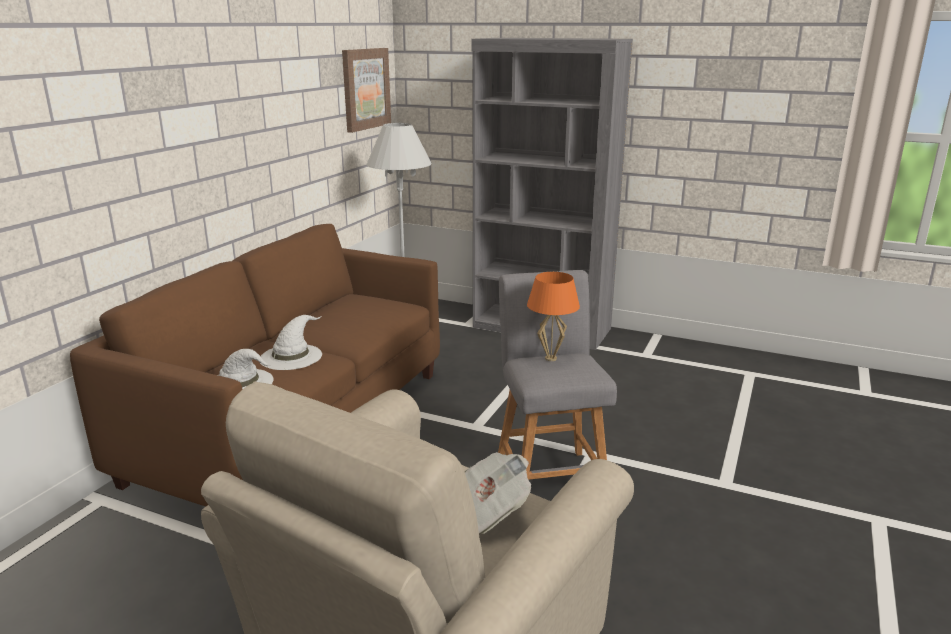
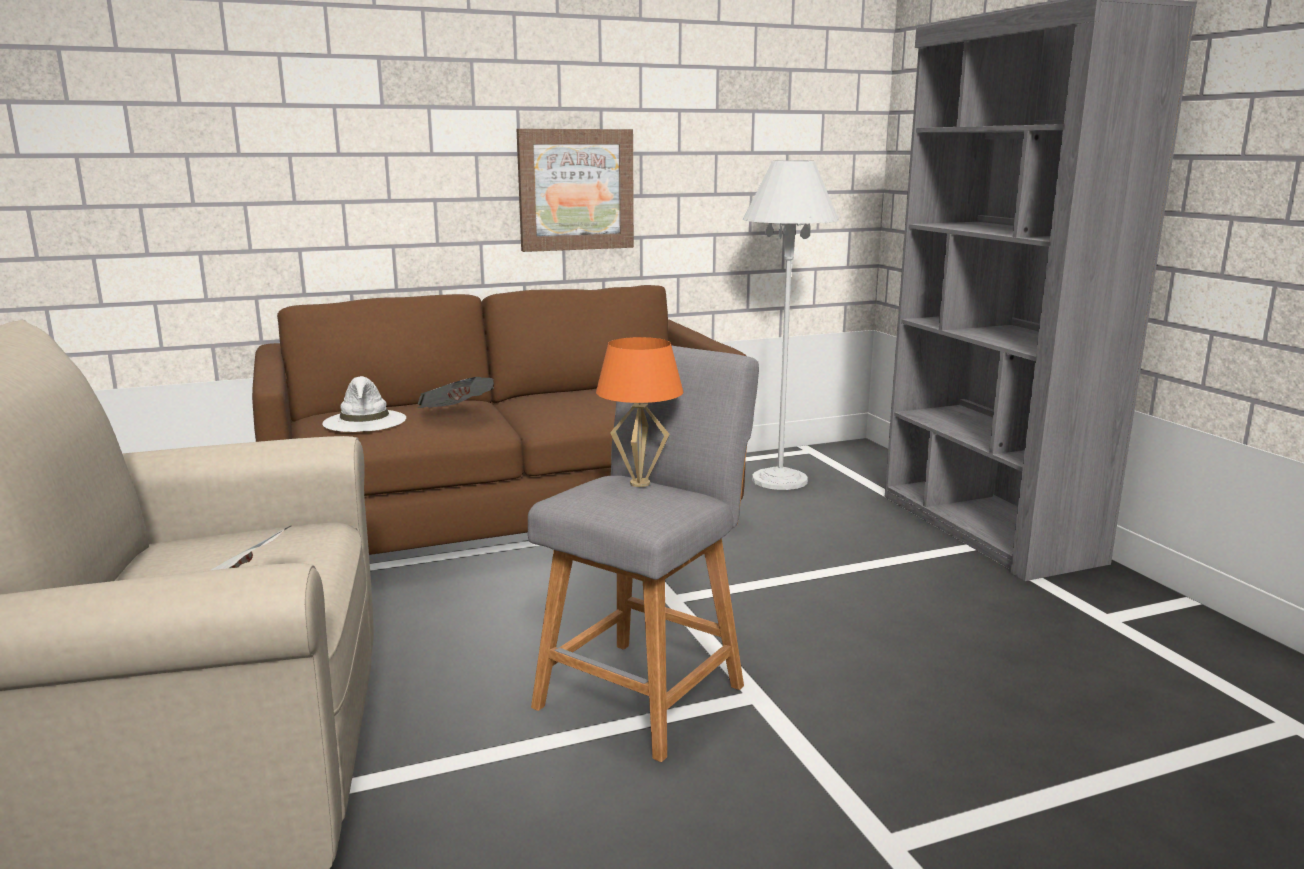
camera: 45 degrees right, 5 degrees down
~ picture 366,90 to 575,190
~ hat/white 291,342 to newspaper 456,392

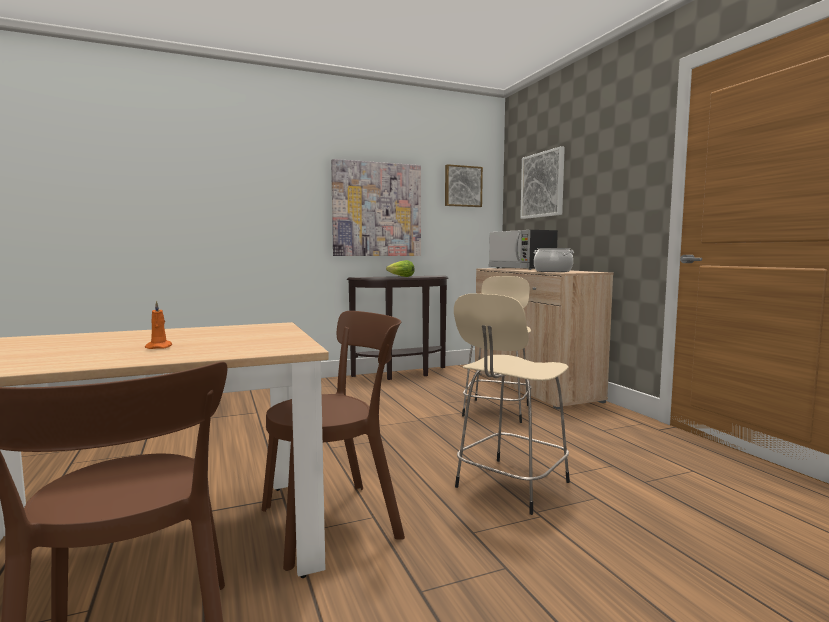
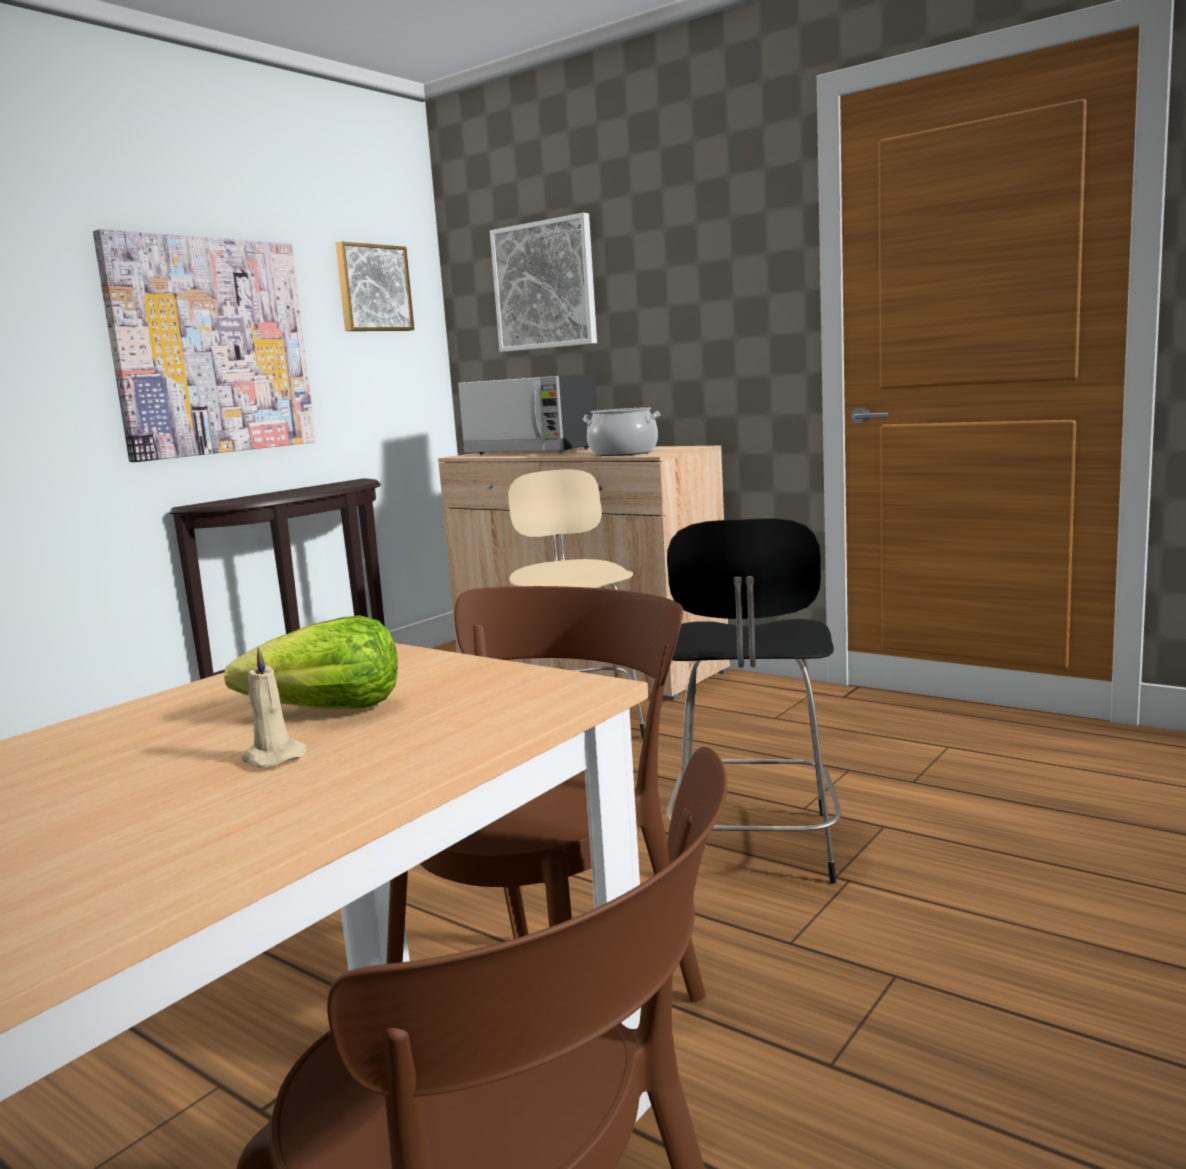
camera: 30 degrees left, 5 degrees up
~ lettuce 400,268 to 311,662
~ candle/orange 158,325 to candle/beige 273,706
~ stool/beige 512,404 to stool/black 754,700

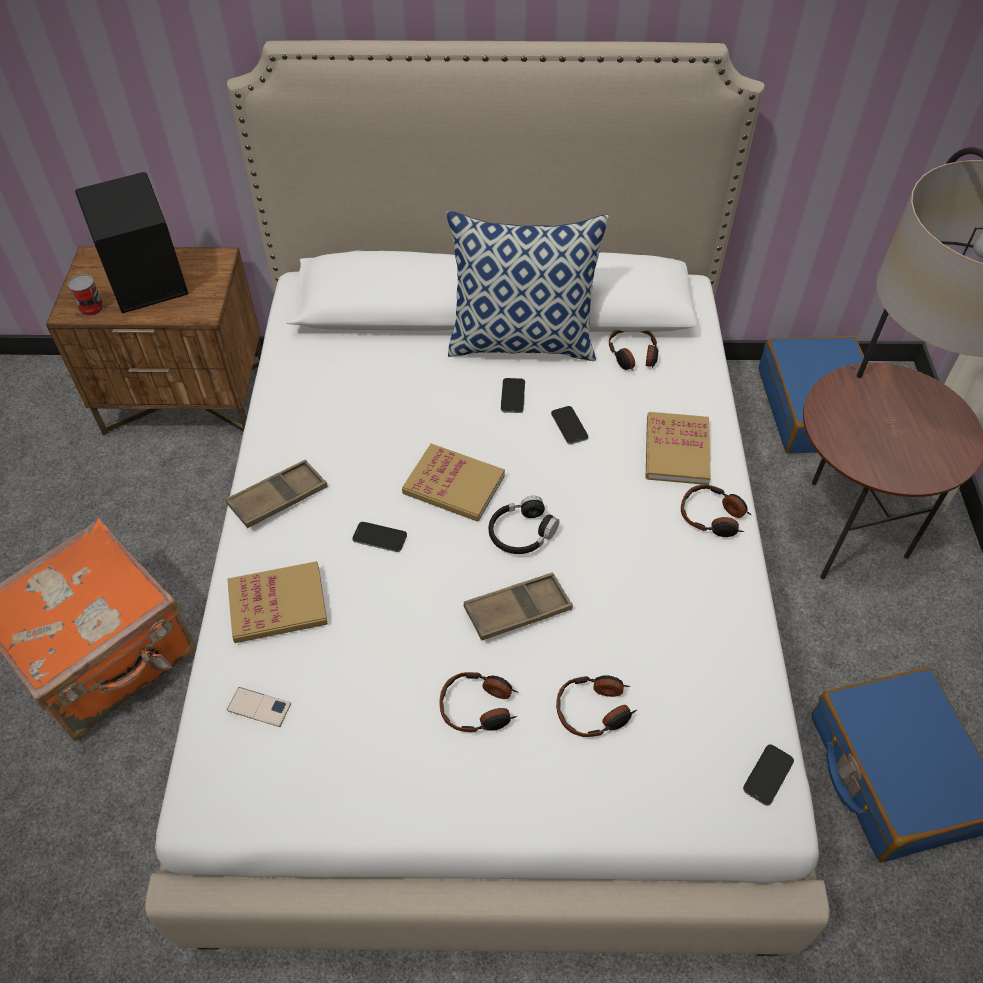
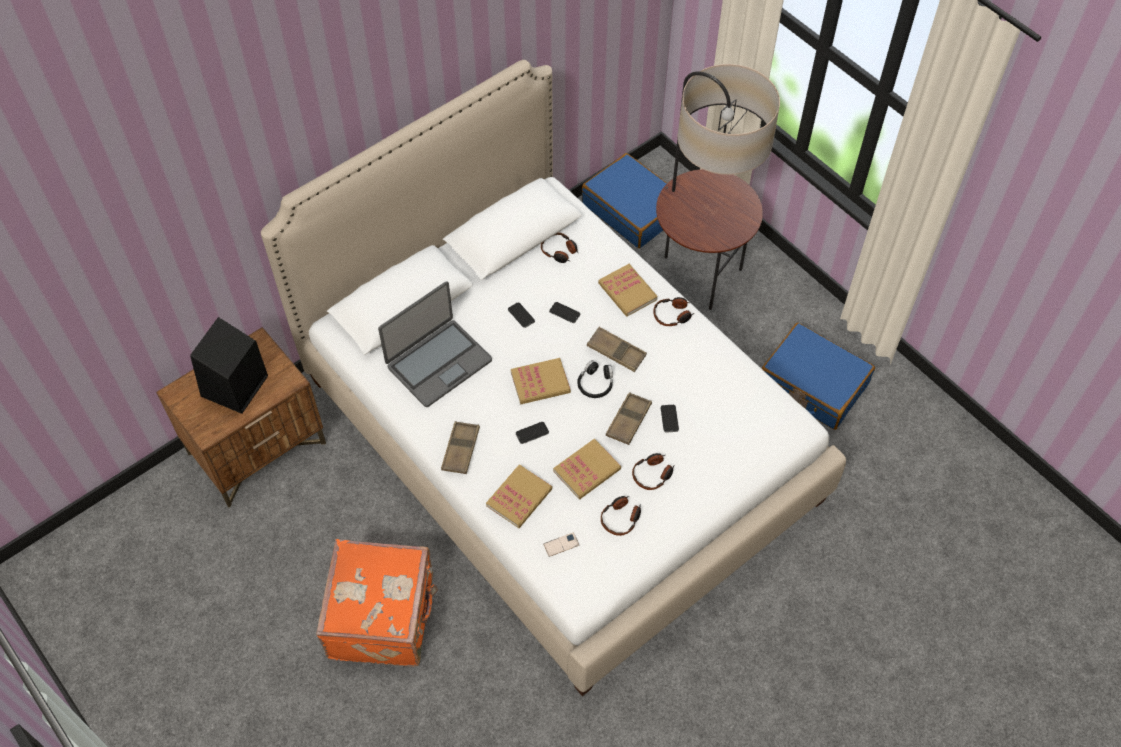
camera: 40 degrees left, 5 degrees up
- can 86,295
- pillow 528,286
+ laptop 435,344
+ book 587,468
+ tray/brown 617,349
~ headphones 596,706 to 621,516
~ phone 768,775 to 670,418

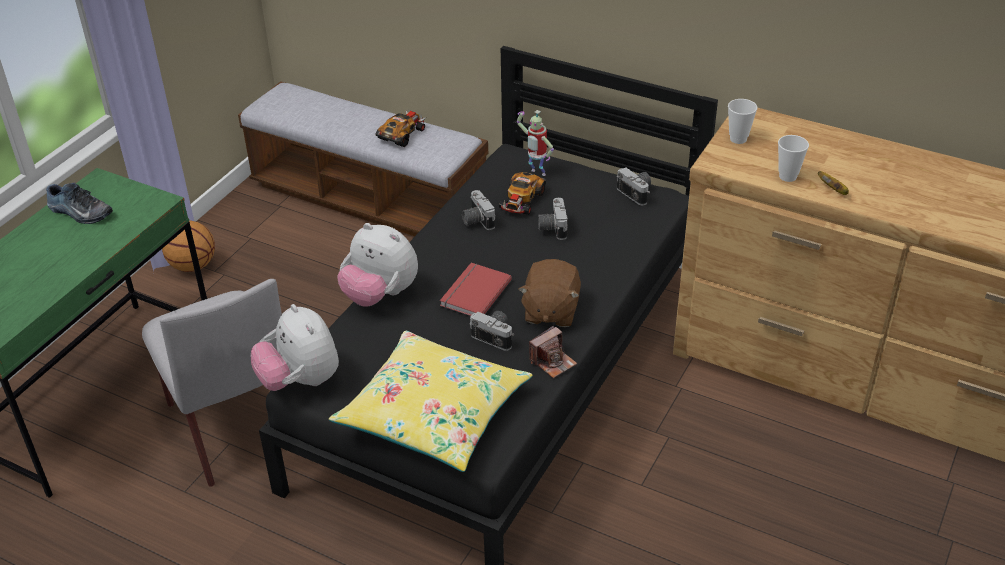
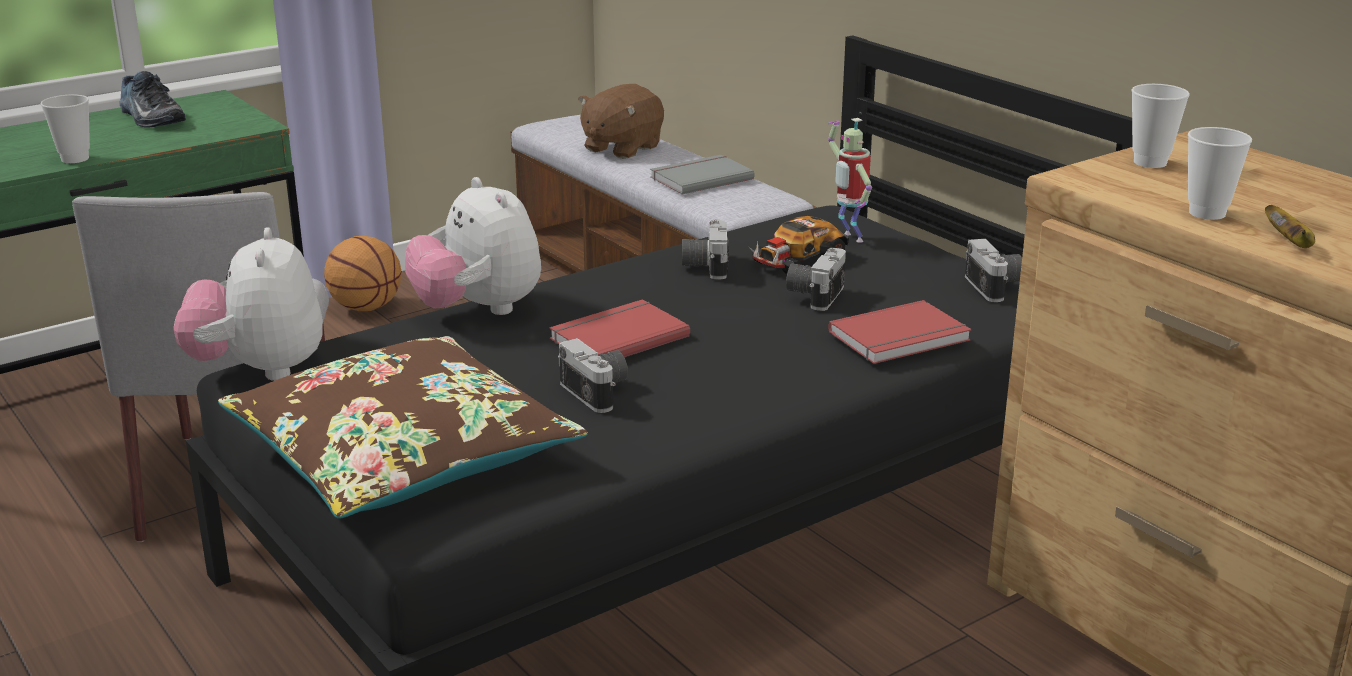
camera: 25 degrees right, 15 degrees down
- photo camera 553,352
+ cup 65,128
+ book/red 899,332
~ plush toy/brown 549,293 to 621,121
~ toy car 400,128 to book/grey 702,174
~ pillow/yellow 431,401 to pillow/brown 403,427

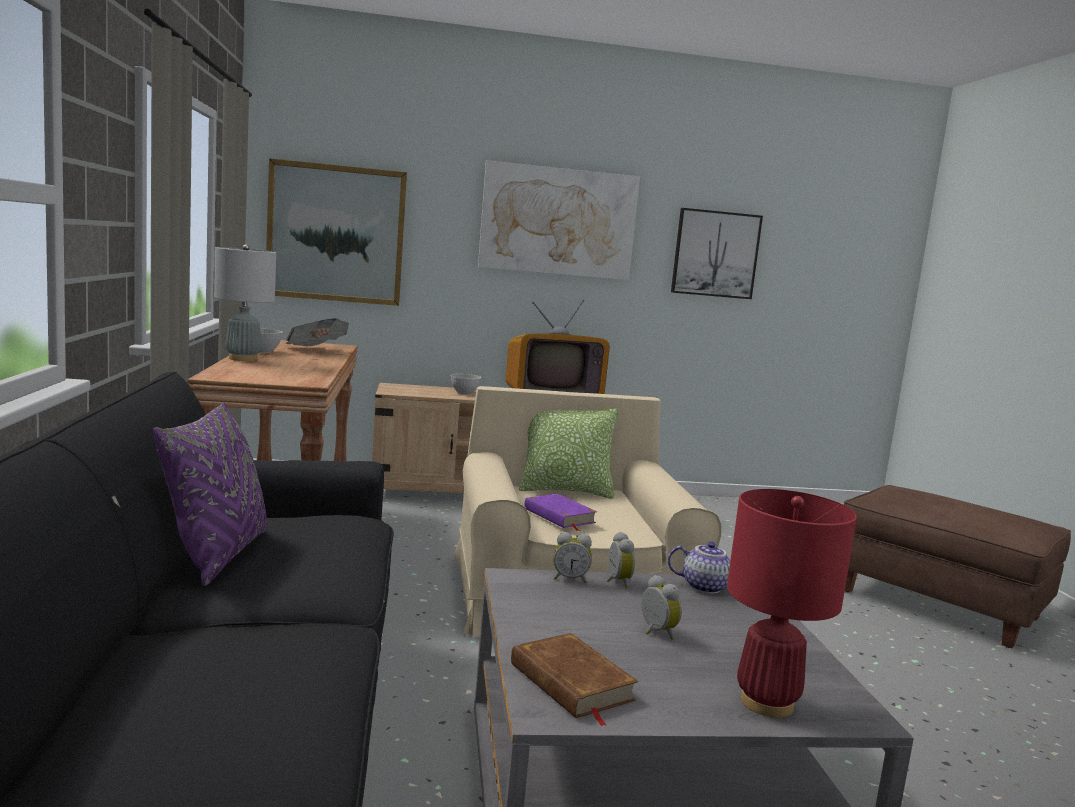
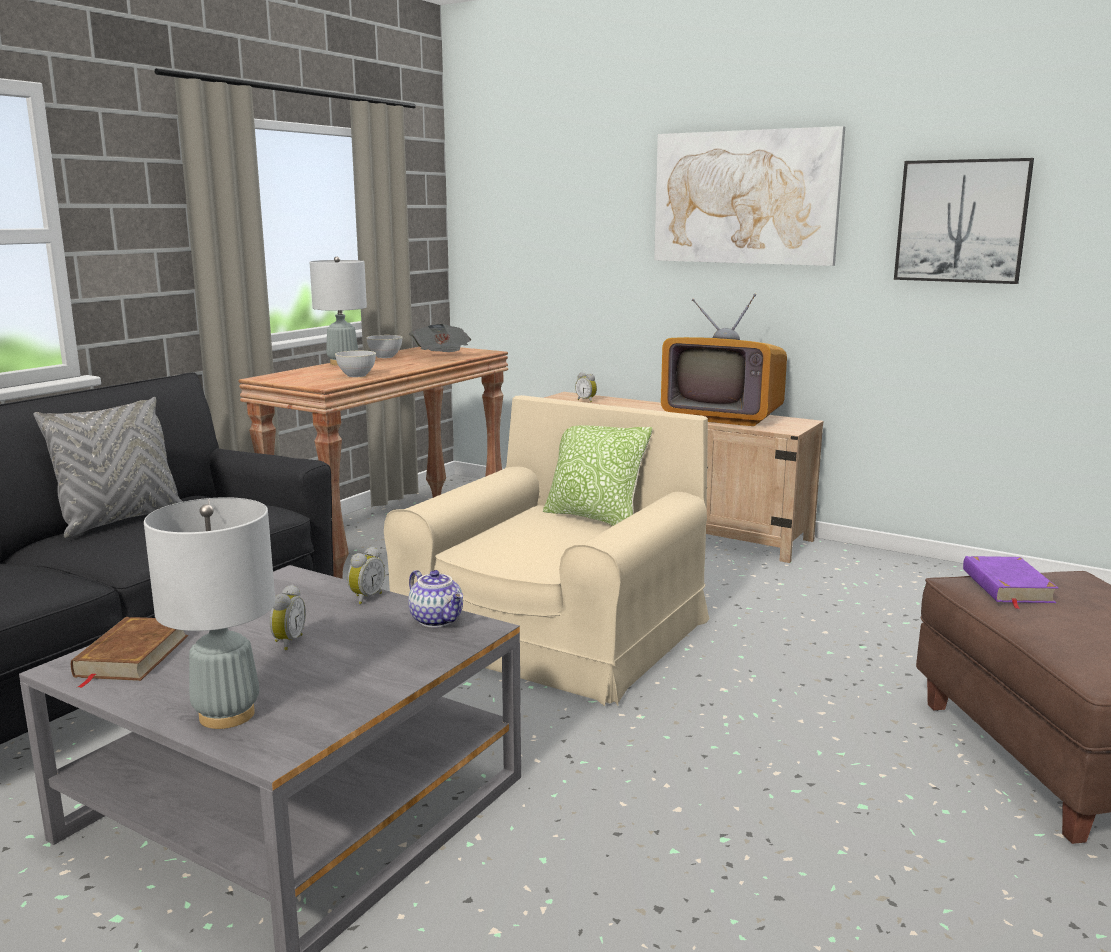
camera: 40 degrees right, 5 degrees up
- picture 336,232
~ bowl/grey 466,384 to 355,364
~ book/purple 560,512 to 1010,582
~ alarm clock 572,557 to 586,387
~ pillow/purple 210,494 to pillow/grey 108,467
~ table lamp/red 792,603 to table lamp/grey 209,613

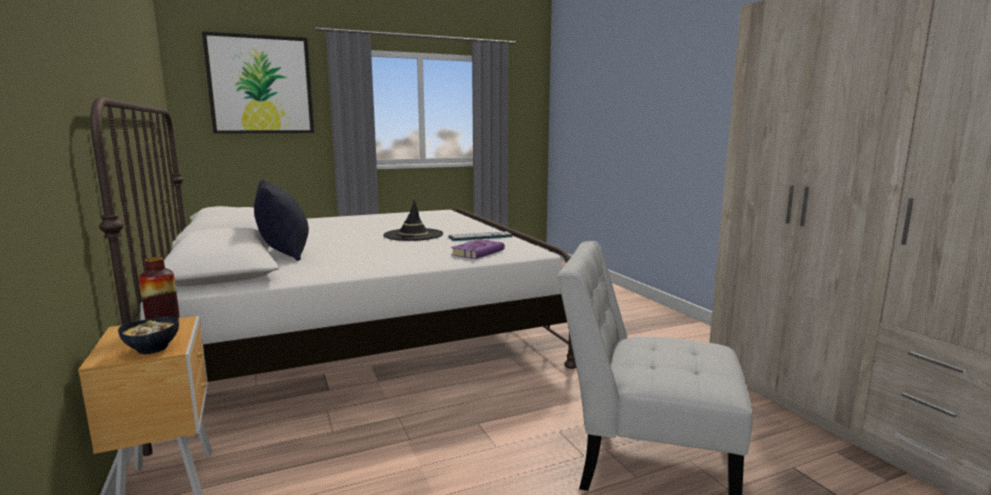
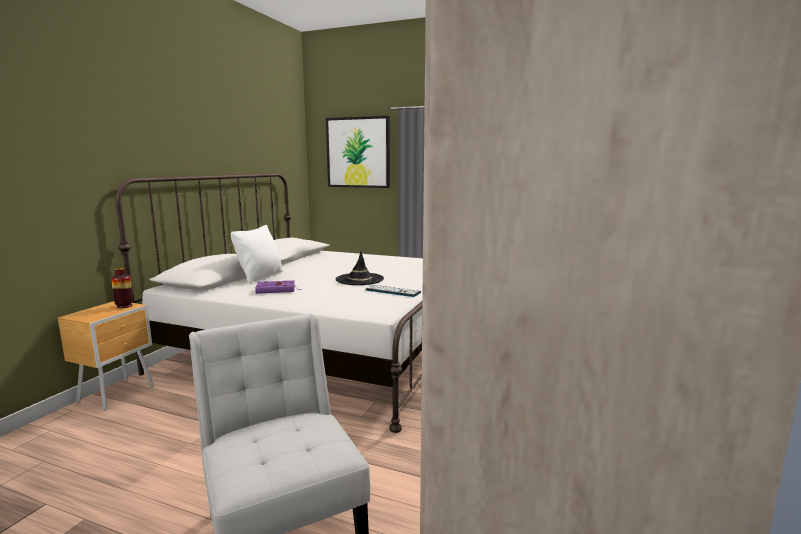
camera: 45 degrees right, 0 degrees up
- bowl 148,335
~ book/purple 478,249 to 278,287
~ pillow/black 281,220 to pillow/white 256,254

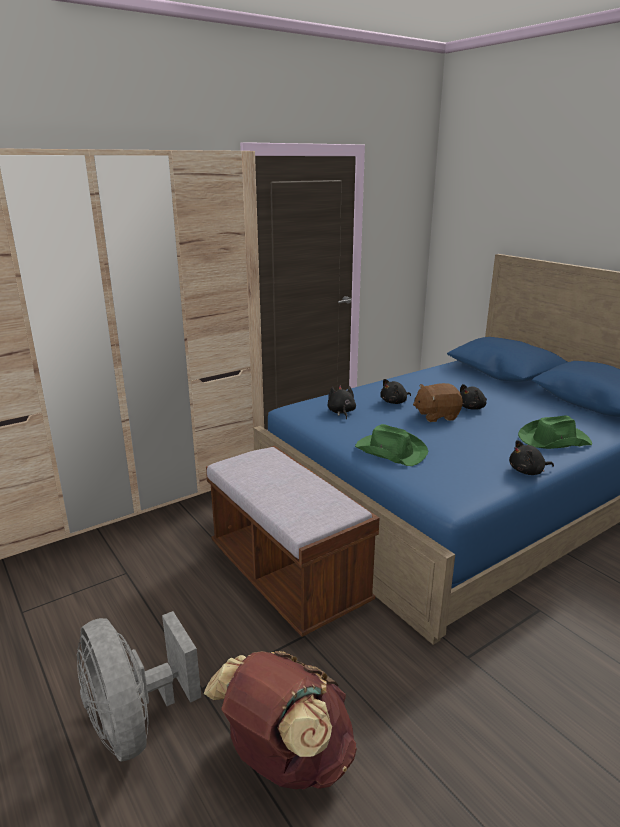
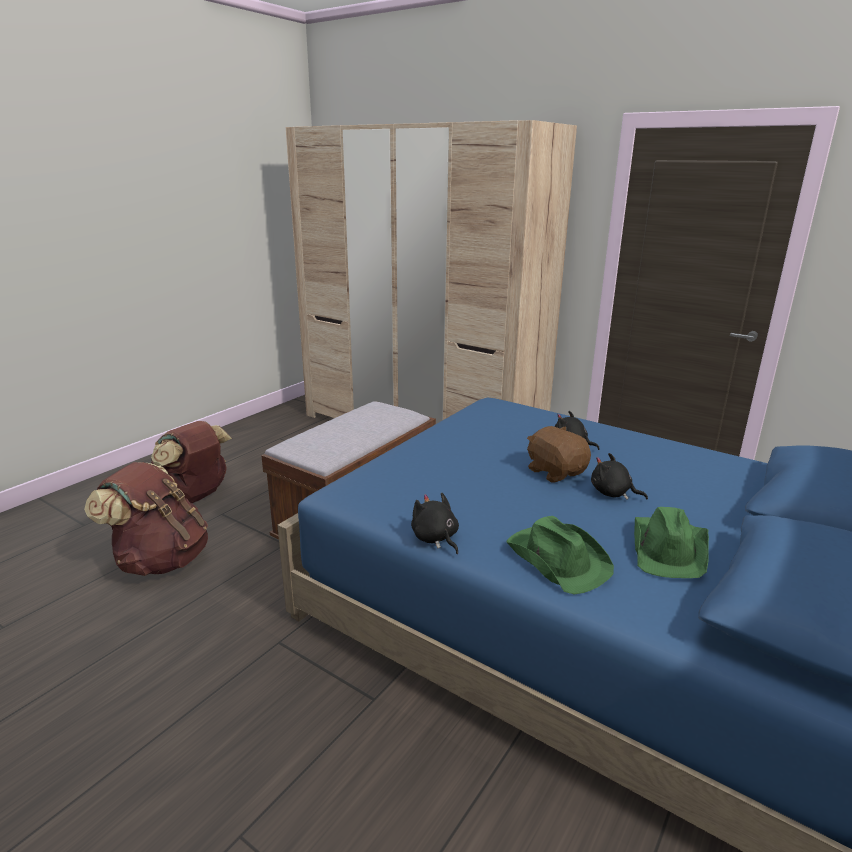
camera: 70 degrees right, 0 degrees up
- plush toy/black 342,402
~ hat/green 391,445 to 671,542
~ fan/grey 139,686 to backpack/brown 191,462

